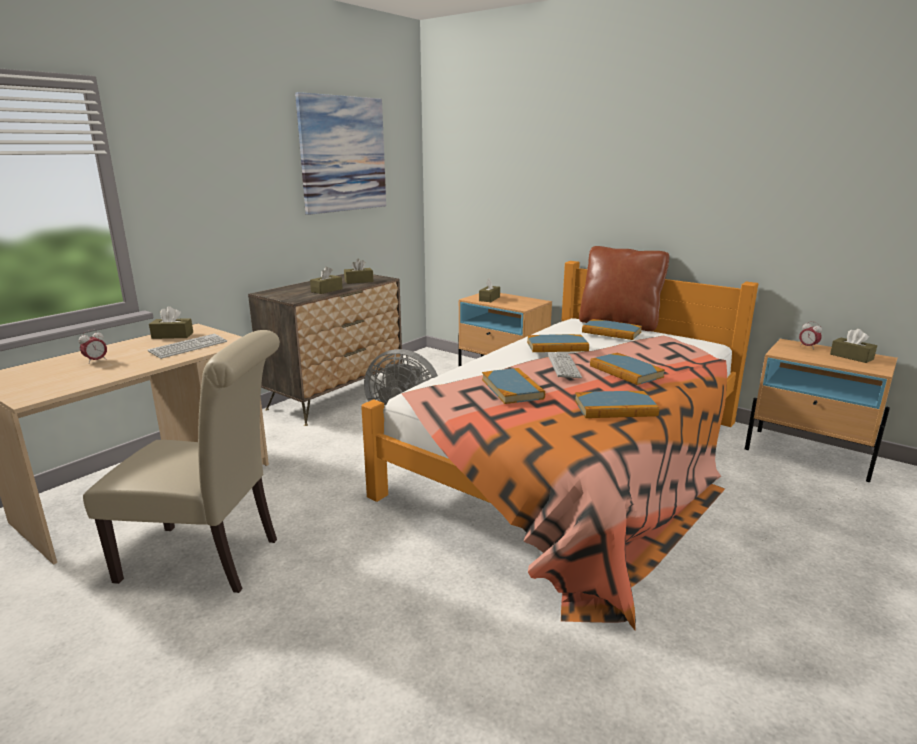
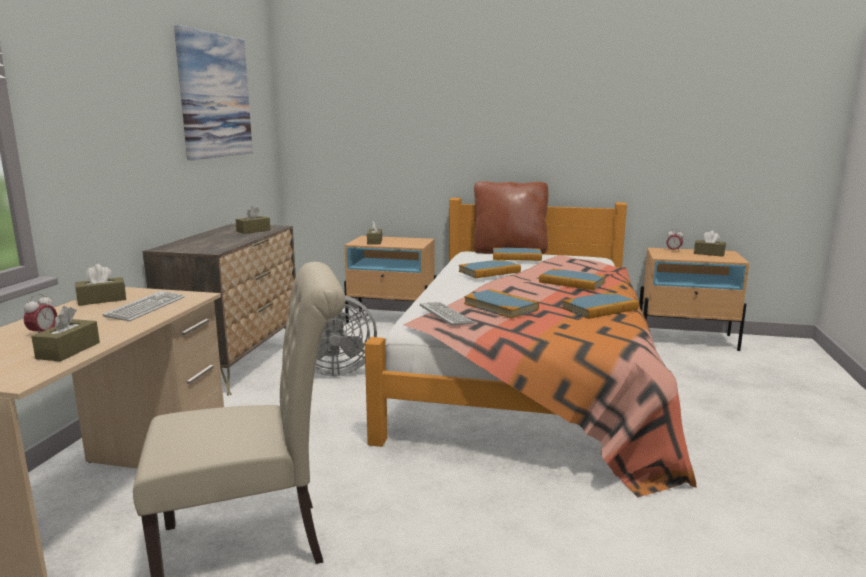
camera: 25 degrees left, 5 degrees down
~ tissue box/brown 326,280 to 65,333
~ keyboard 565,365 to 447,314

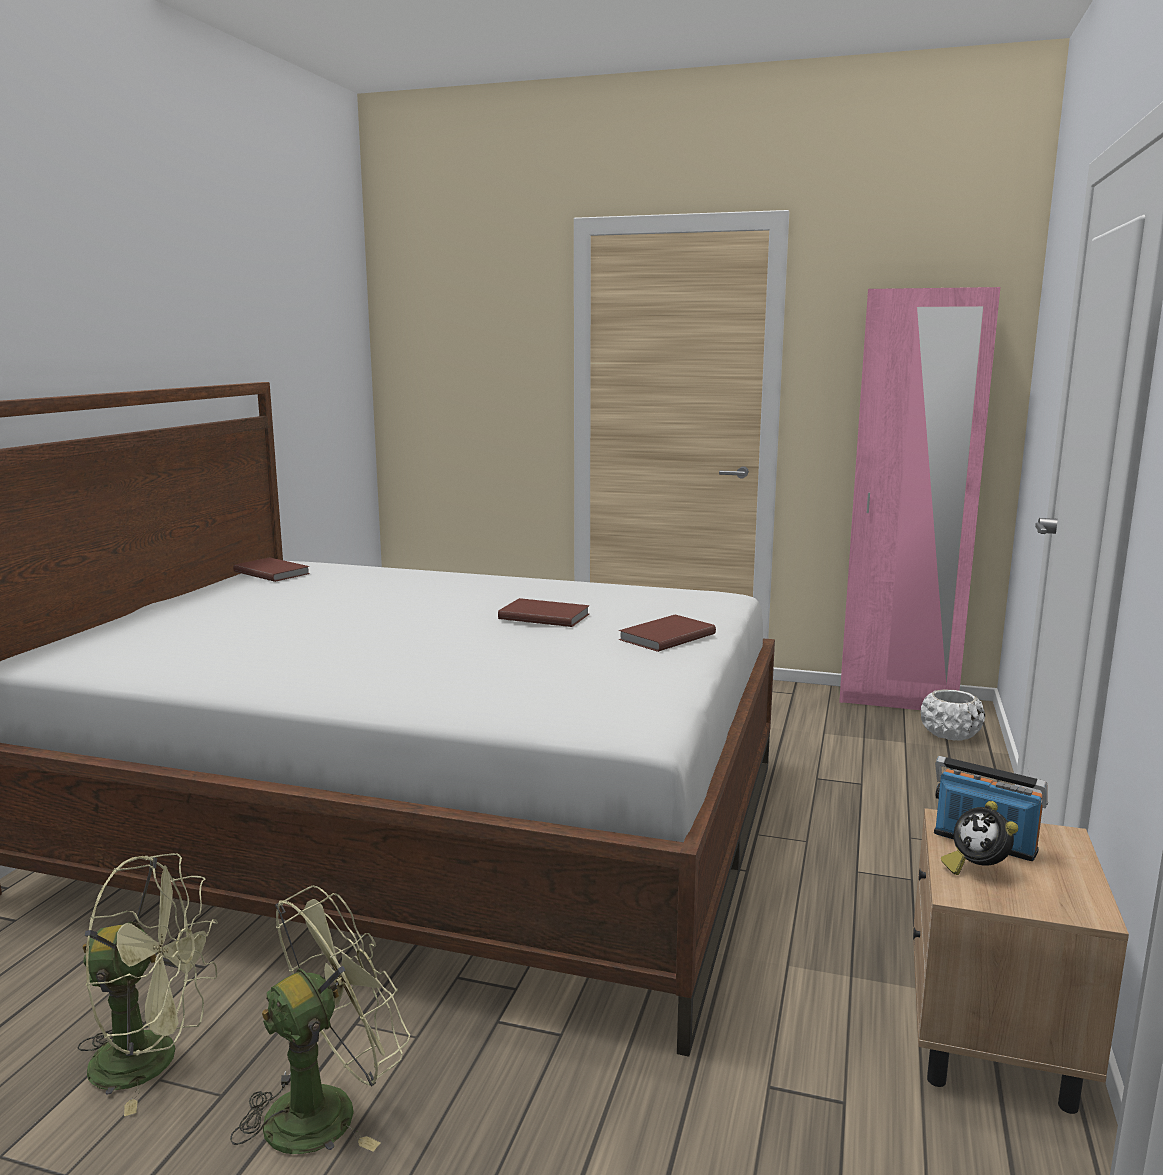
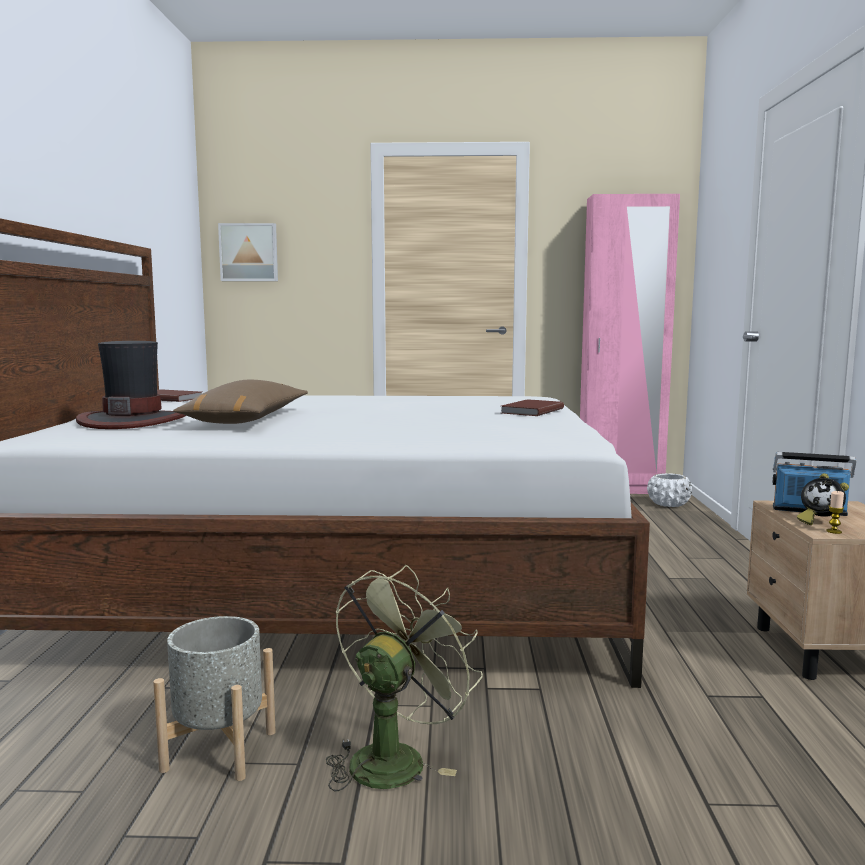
camera: 15 degrees left, 5 degrees down
- book/brown 544,612
+ hat 131,385
+ pillow/brown 240,402
+ picture 248,252
+ candle 835,512
~ fan/green 147,984 to planter/grey 214,698

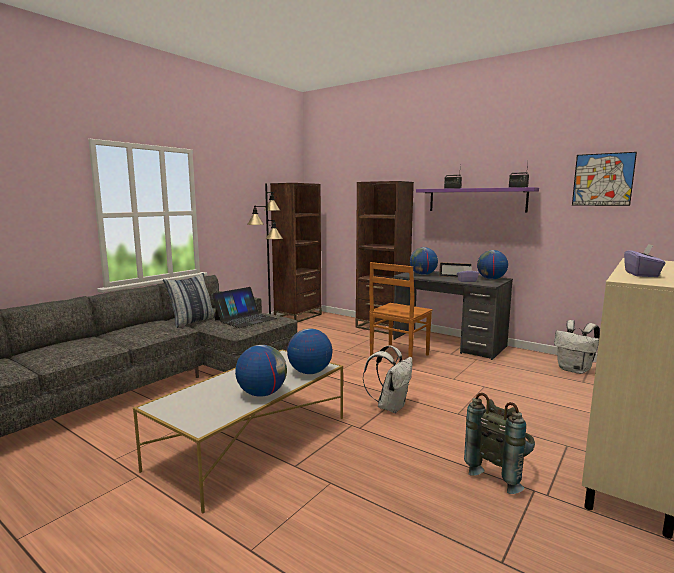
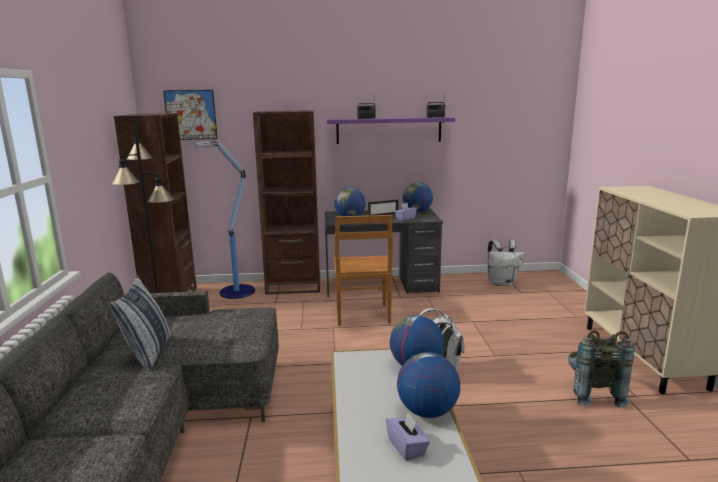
camera: 40 degrees left, 5 degrees up
- laptop 244,307
+ floor lamp 224,219
~ picture 604,179 to 190,115
~ tissue box/purple 645,260 to 408,437

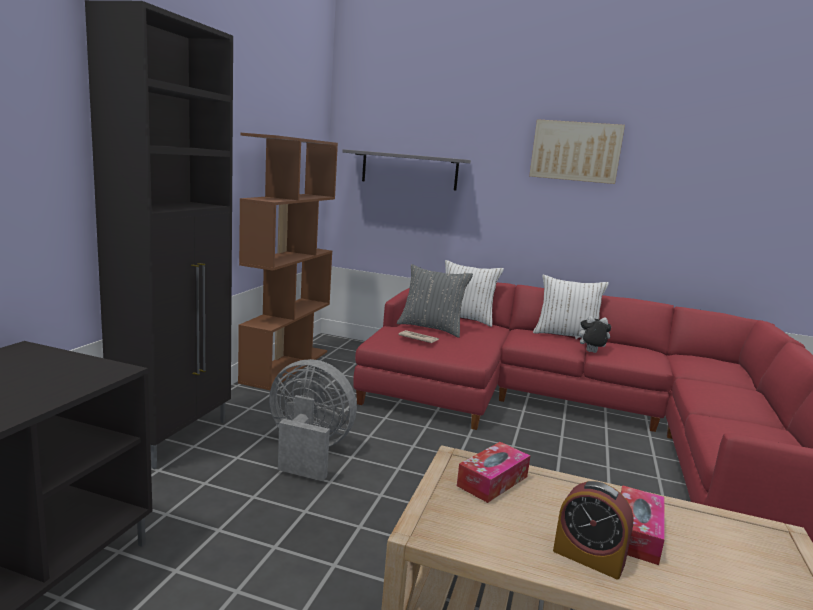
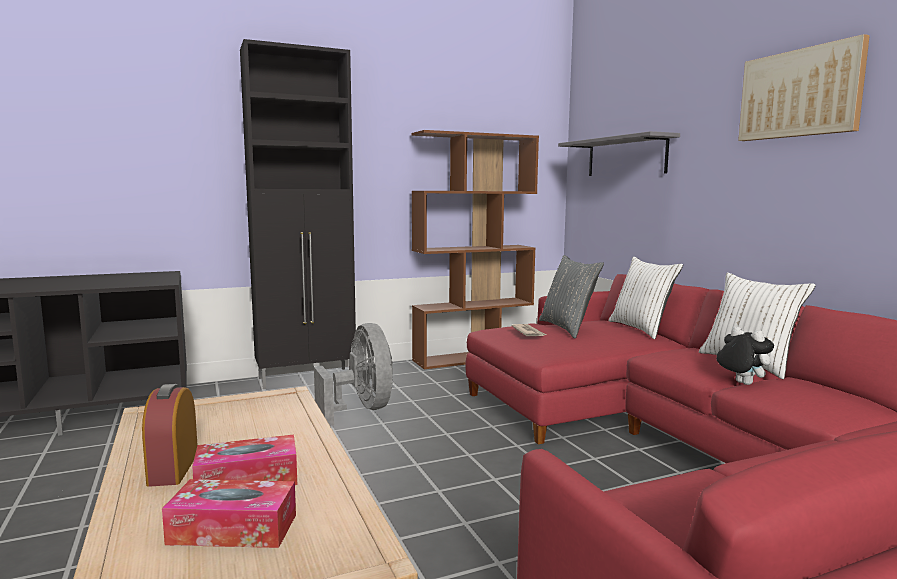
camera: 50 degrees right, 5 degrees down
~ tissue box 493,472 to 229,513

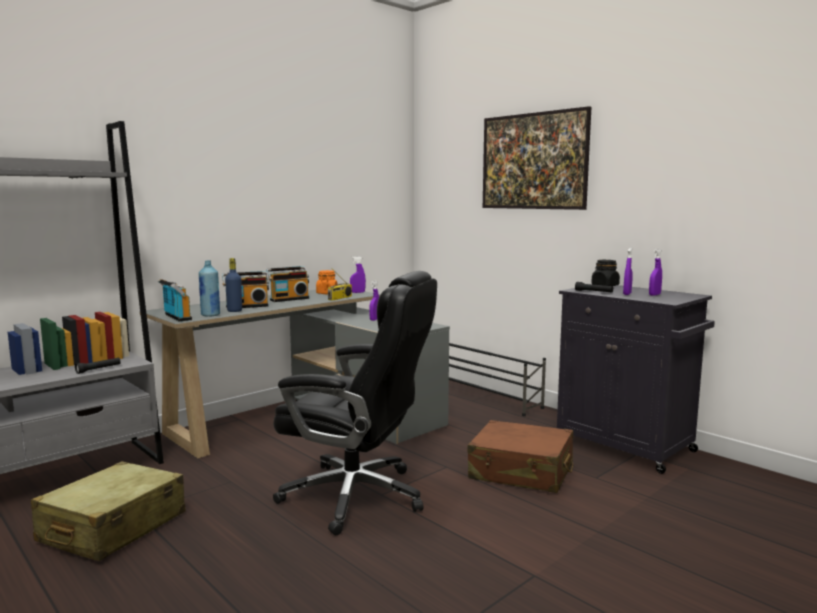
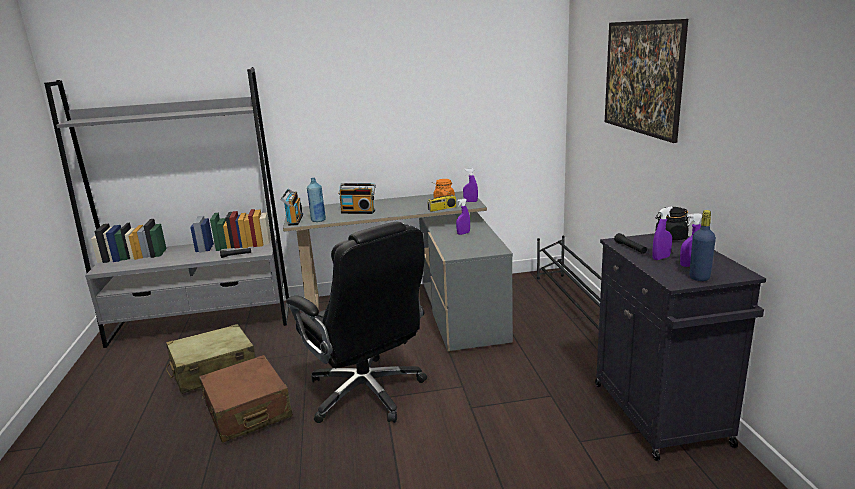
camera: 35 degrees right, 10 degrees up
- radio 287,284
~ bottle/blue 233,285 to 702,245
~ suitcase/brown 520,456 to 246,399

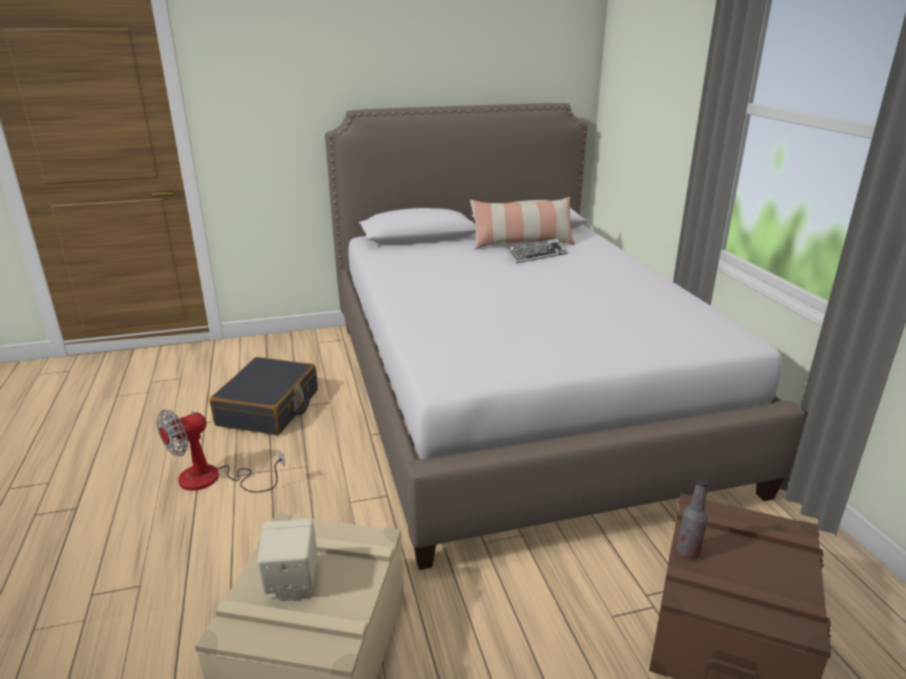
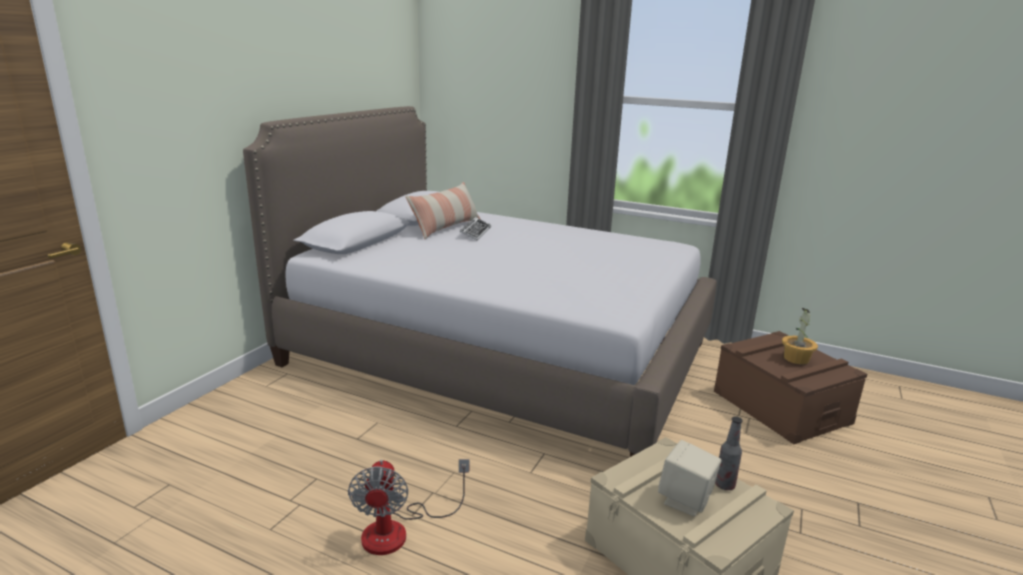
camera: 50 degrees left, 5 degrees down
- suitcase/black 263,396
+ potted plant 800,336
~ bottle 693,518 to 729,453

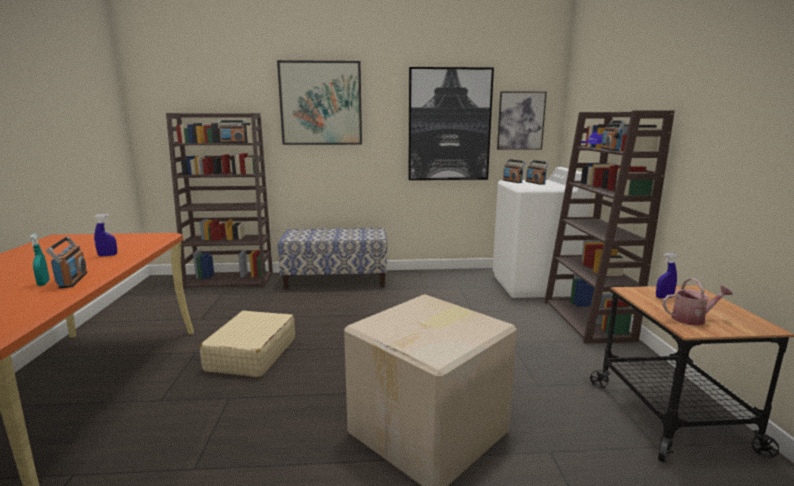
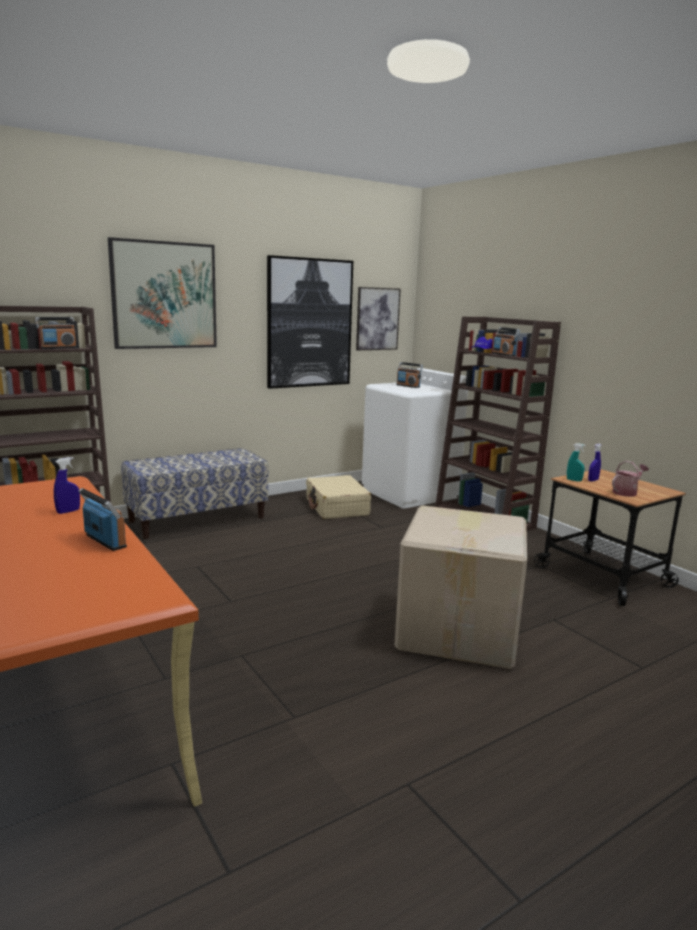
camera: 30 degrees left, 0 degrees up
- radio 514,171
~ spray bottle/turquoise 39,260 to 576,462
~ suitcase/beige 247,344 to 338,497

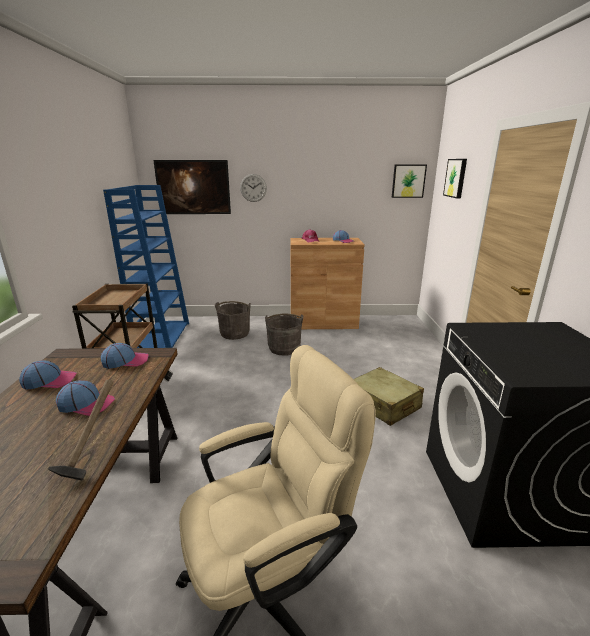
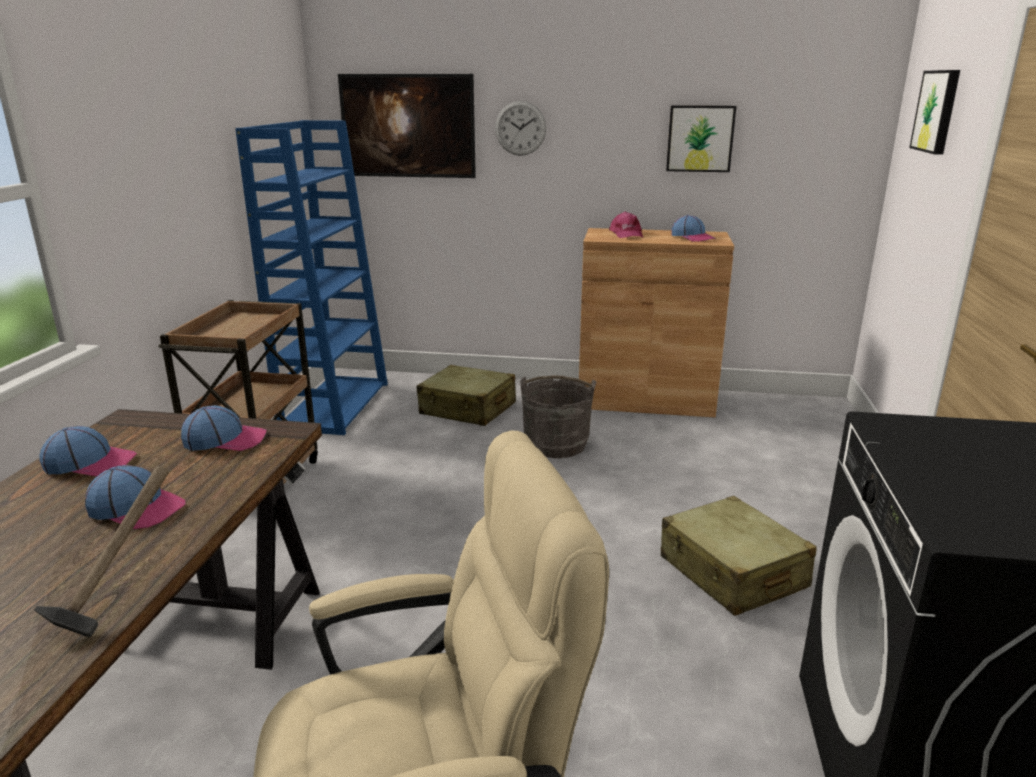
camera: 10 degrees right, 0 degrees up
~ picture 409,181 to 701,138
~ bucket/grey 233,320 to suitcase/beige 466,395

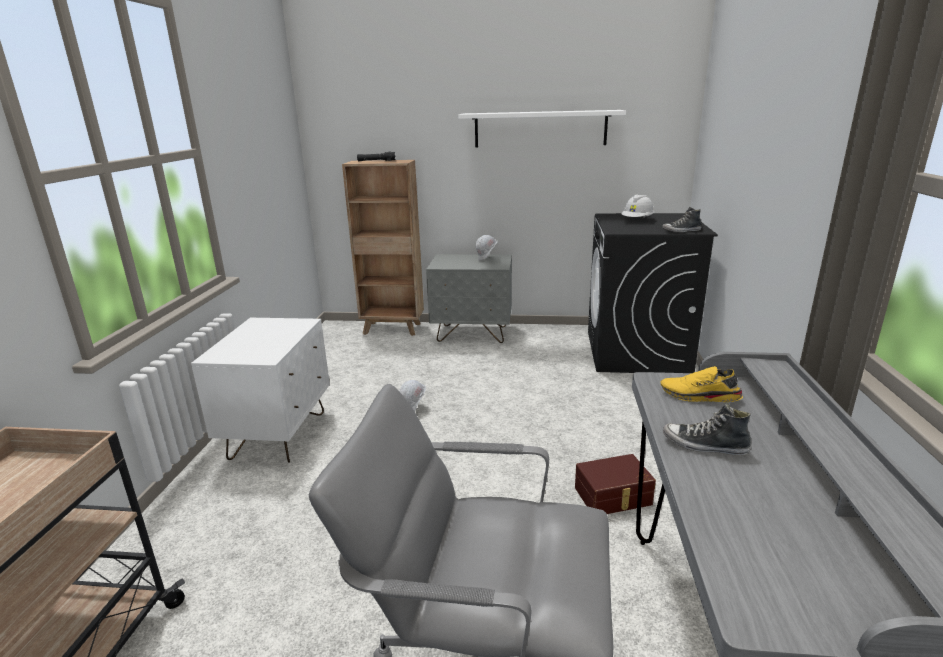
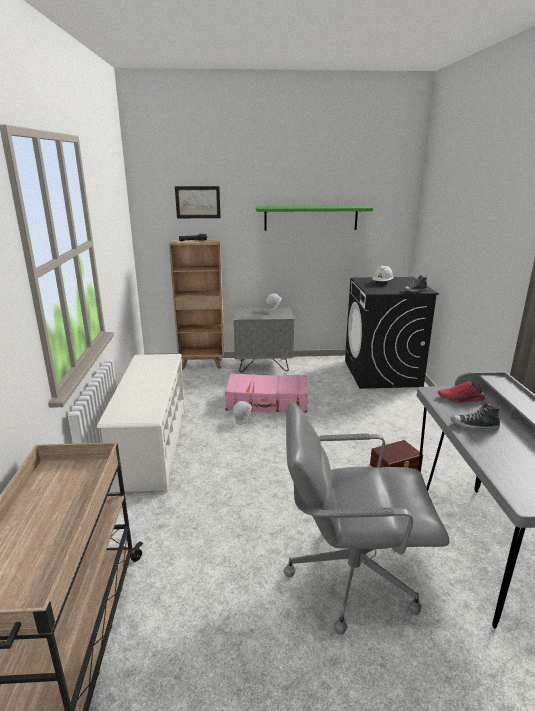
camera: 10 degrees left, 0 degrees up
+ picture 198,202
+ suitcase/pink 266,393
~ nightstand/white 260,390 to shoe rack/white 141,423
~ shelf/white 542,128 to shelf/green 314,218
~ shoe/yellow 701,384 to shoe/red 462,392

